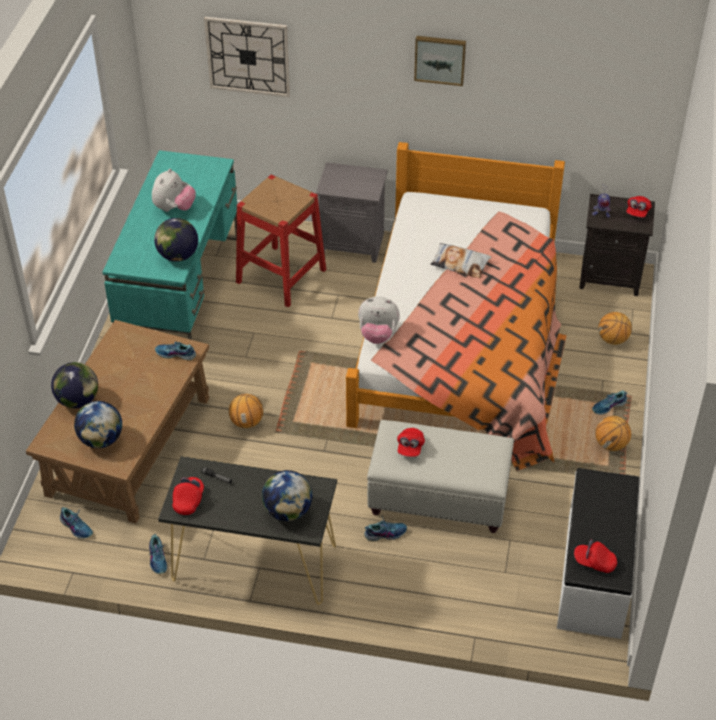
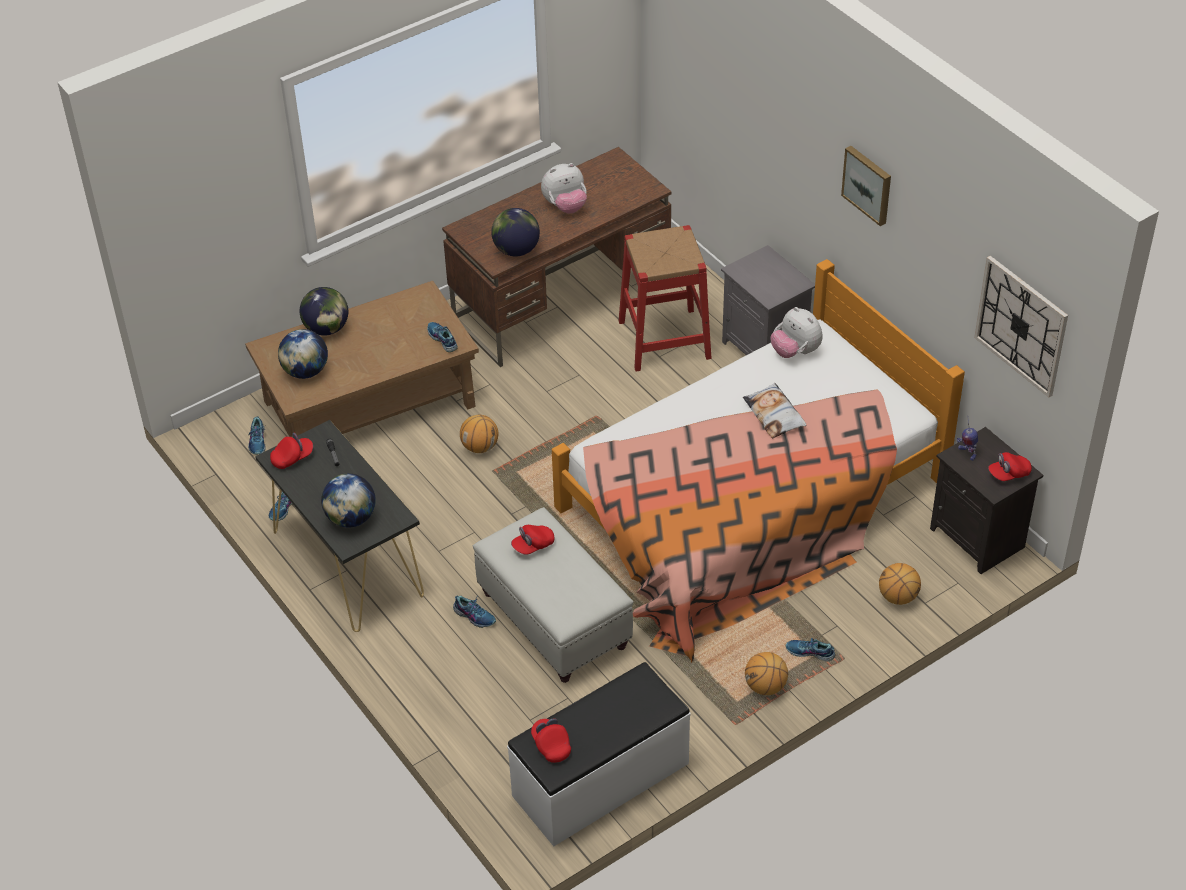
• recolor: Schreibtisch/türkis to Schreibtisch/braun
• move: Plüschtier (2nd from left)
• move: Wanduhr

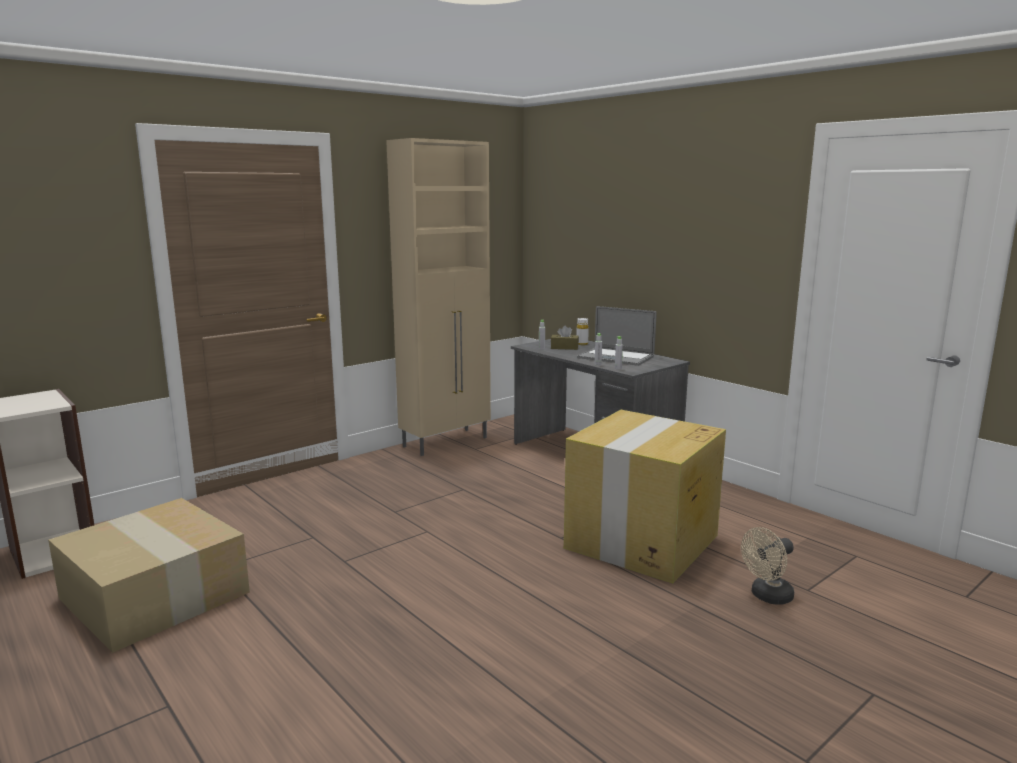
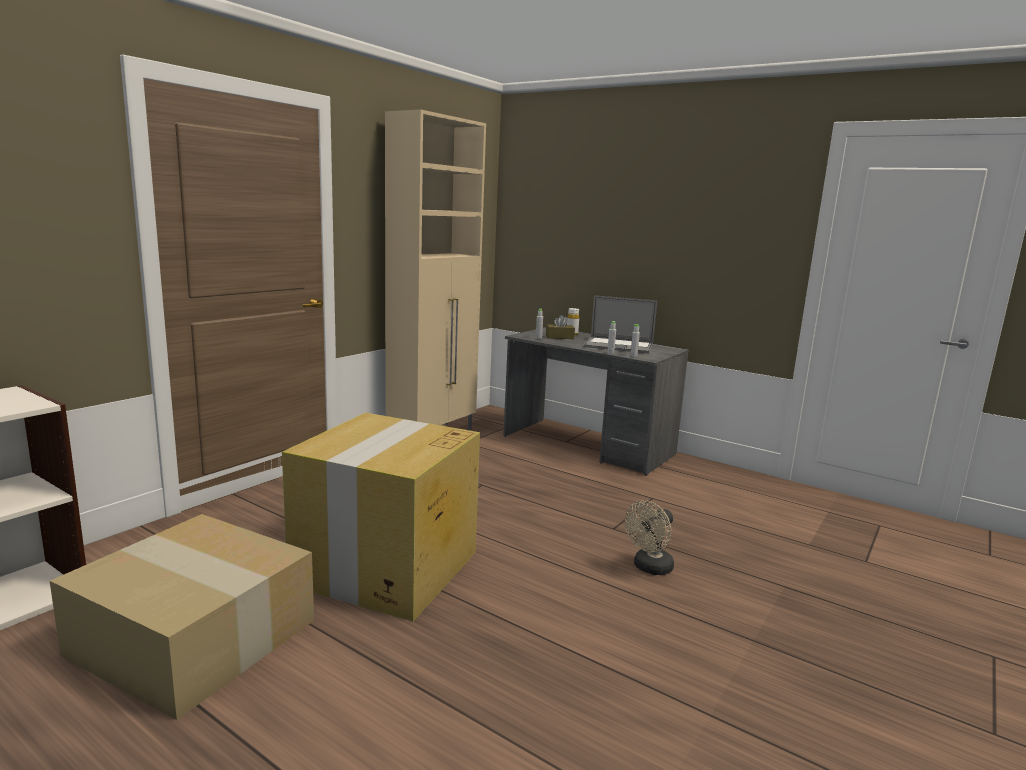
• move: Karton (2nd from left)
• move: Ventilator/beige

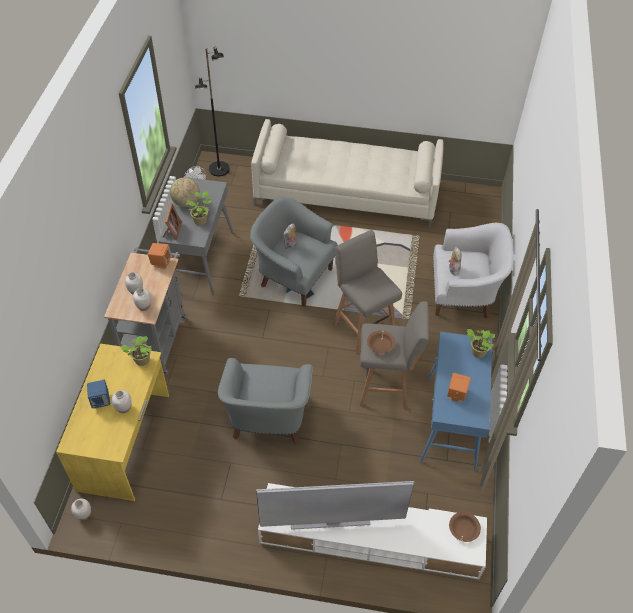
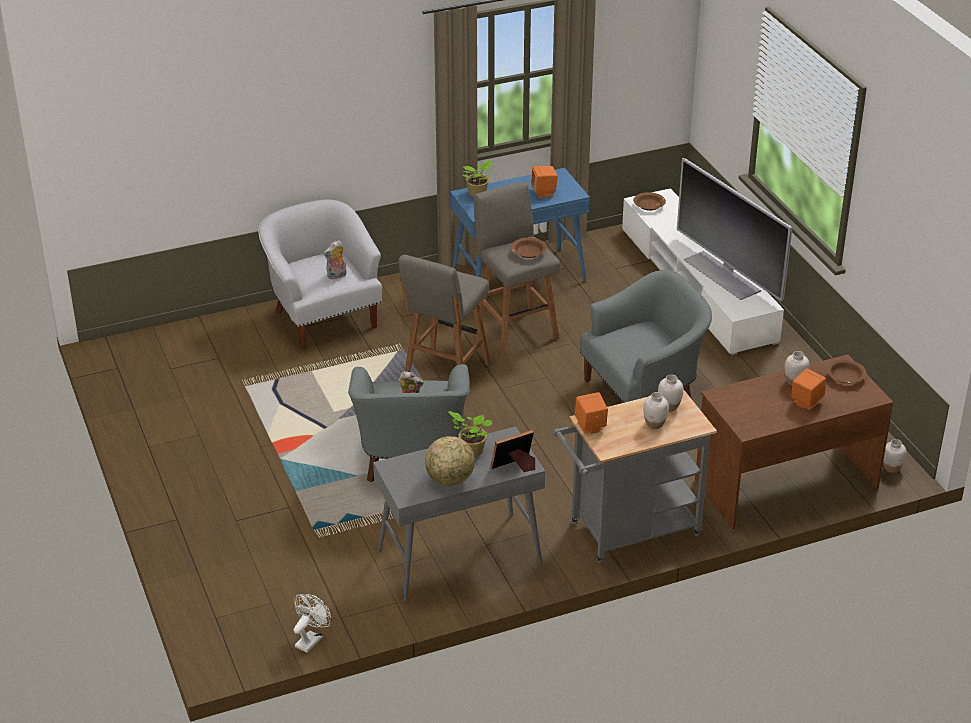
• recolor: Schreibtisch/gelb to Schreibtisch/braun
• recolor: Lautsprecher/blau to Lautsprecher/orange (3rd from left)
• insert: Schüssel/braun (3rd from left)
• delete: Topfpflanze (1st from left)
• delete: Stehlampe/schwarz
• delete: Sofa/beige

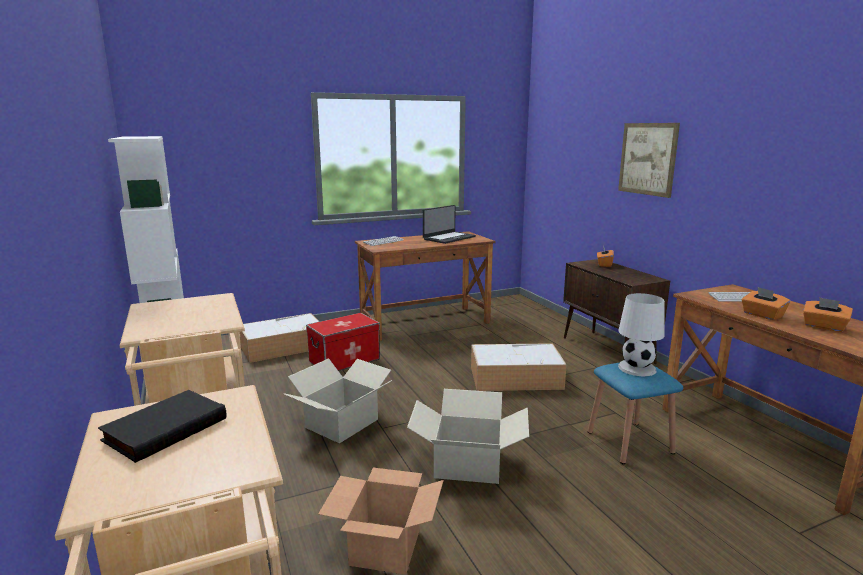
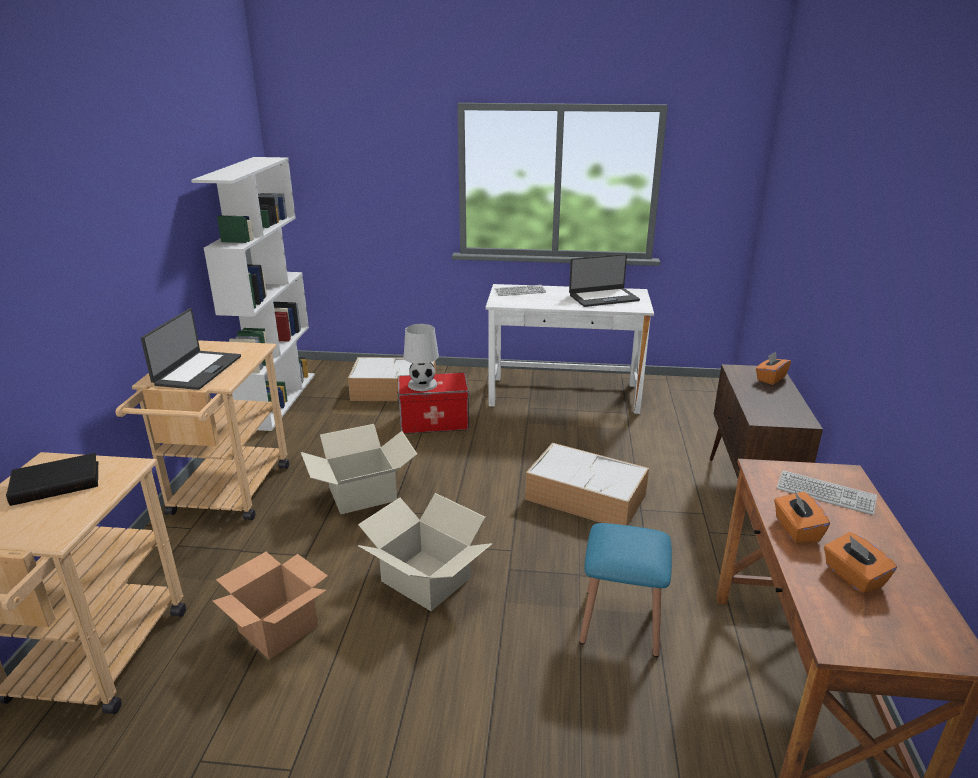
• insert: Laptop (1st from left)
• move: Tischlampe/weiß
• recolor: Schreibtisch/braun (1st from left) to Schreibtisch/weiß
• delete: Bild

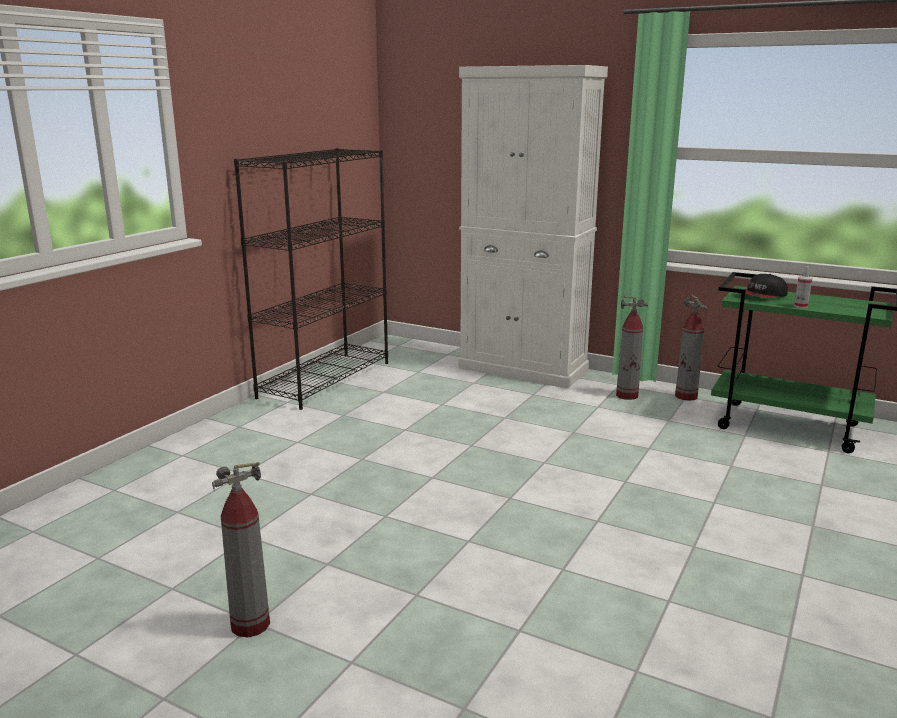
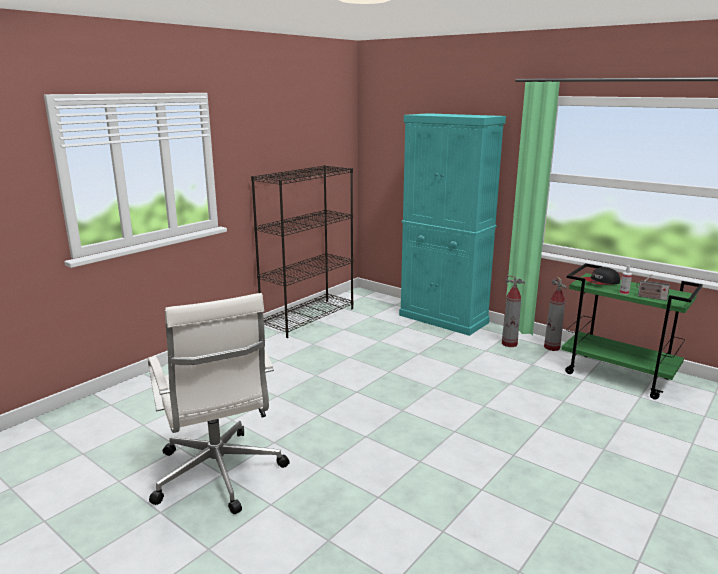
• replace: Feuerlöscher (1st from left) to Bürostuhl/weiß
• recolor: Schrank/weiß to Schrank/türkis
• insert: Radio

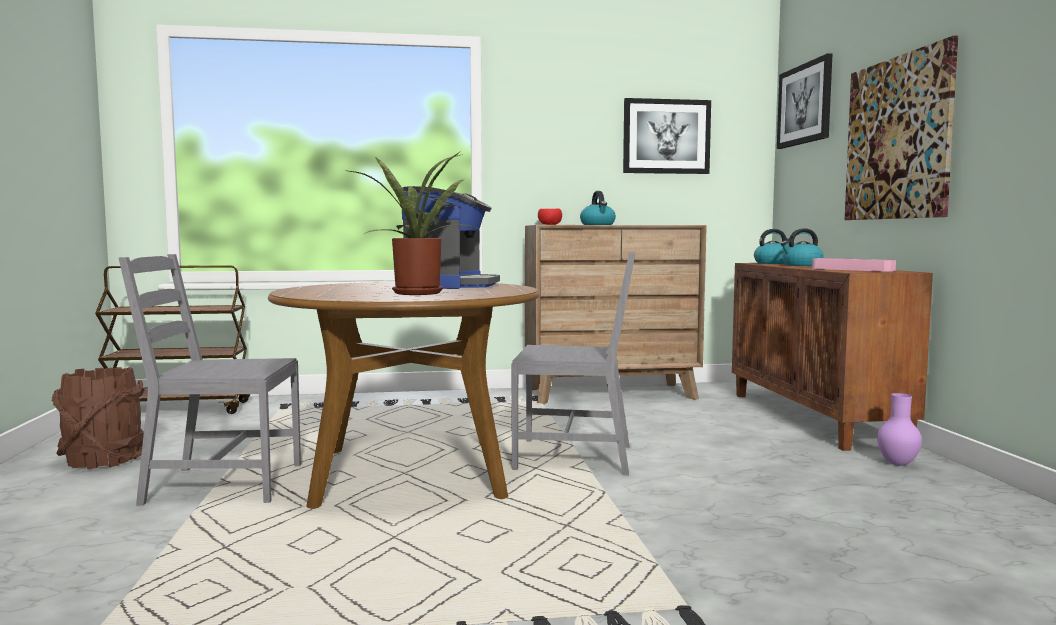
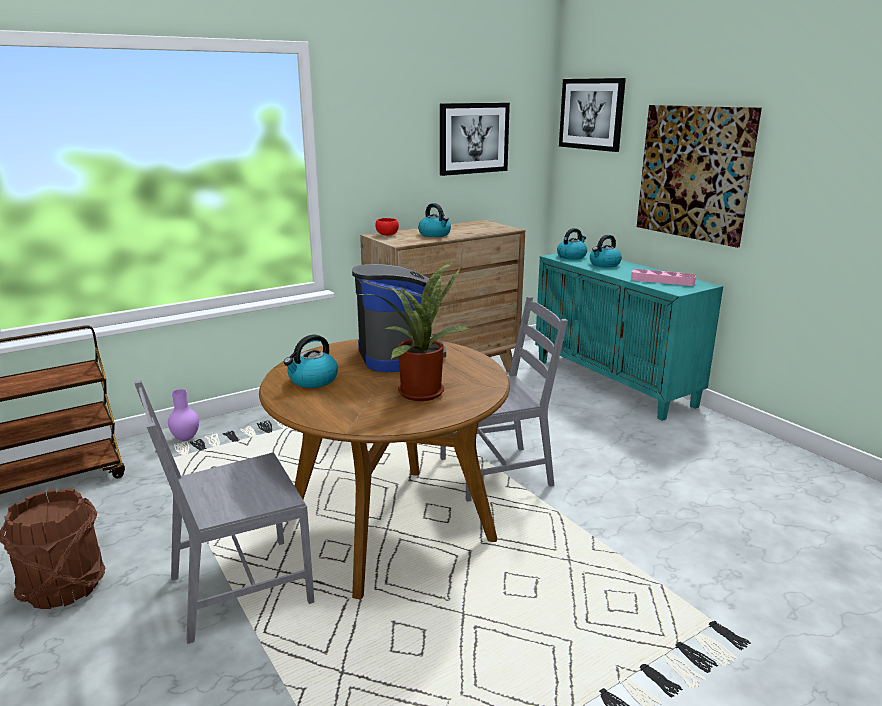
• move: Vase/lila
• insert: Wasserkessel (1st from left)
• recolor: Schrank/braun to Schrank/türkis

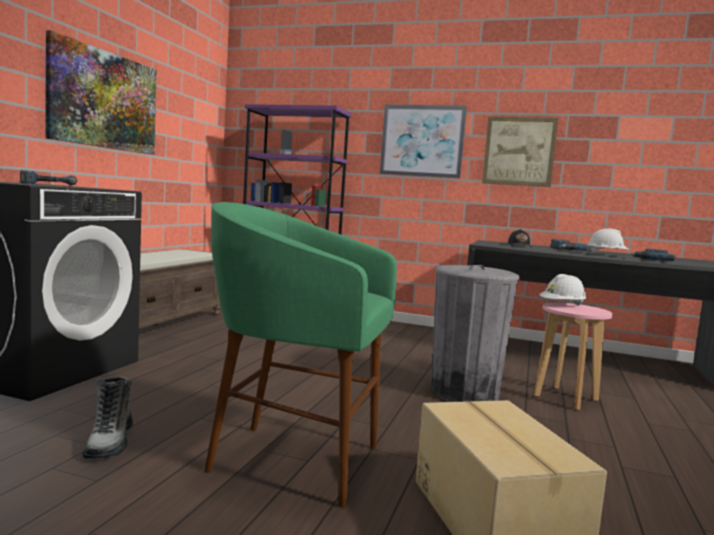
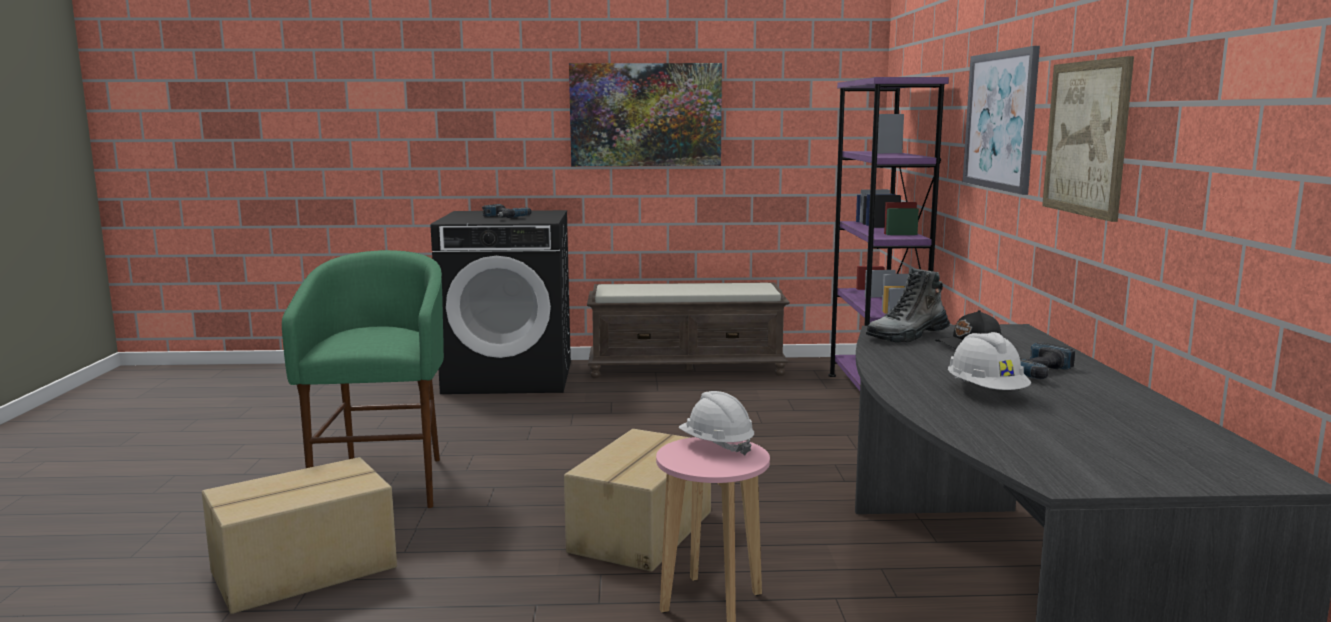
• replace: Mülleimer/grau to Karton (2nd from left)
• move: Stiefel
• delete: Bohrmaschine (3rd from left)

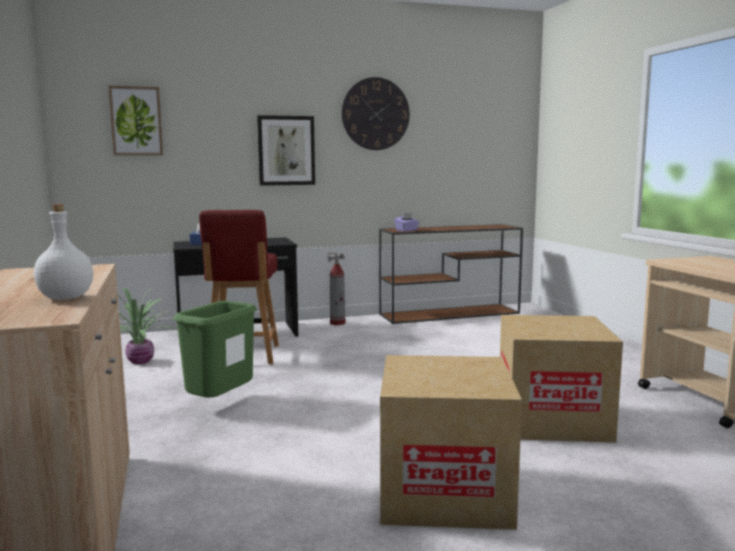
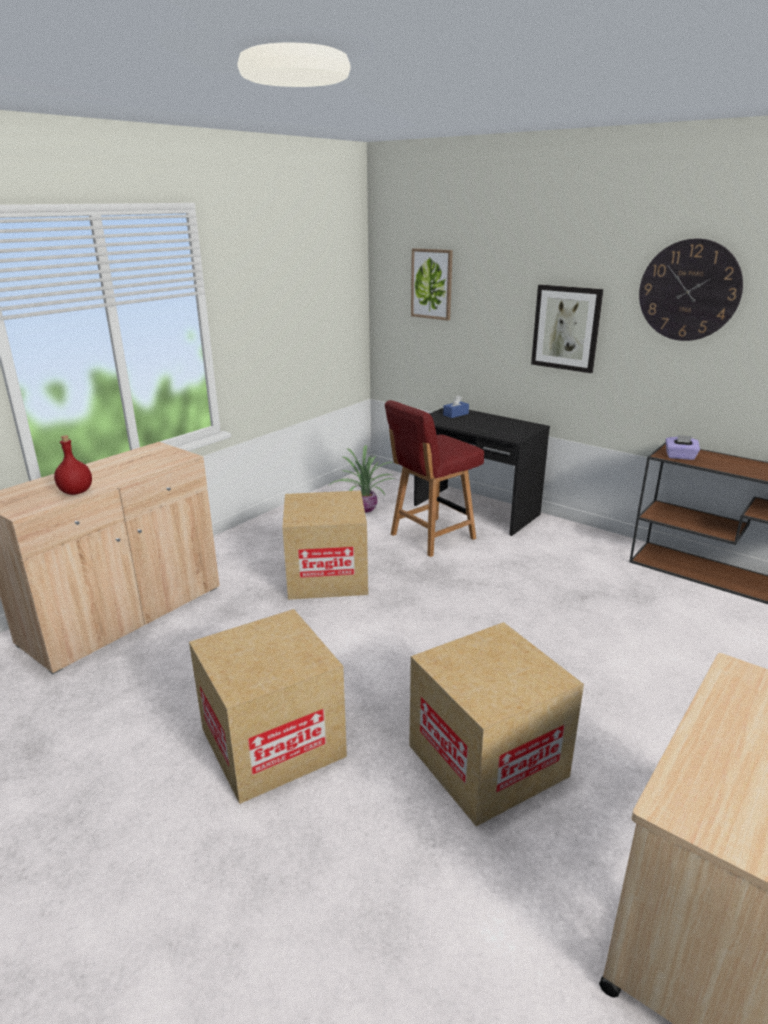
• recolor: Flasche/weiß to Flasche/rot
• replace: Mülleimer/grün to Karton (2nd from left)
• delete: Feuerlöscher

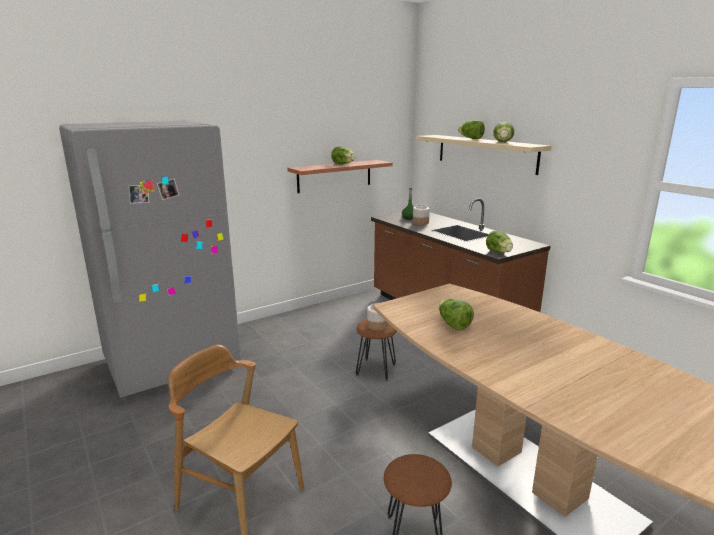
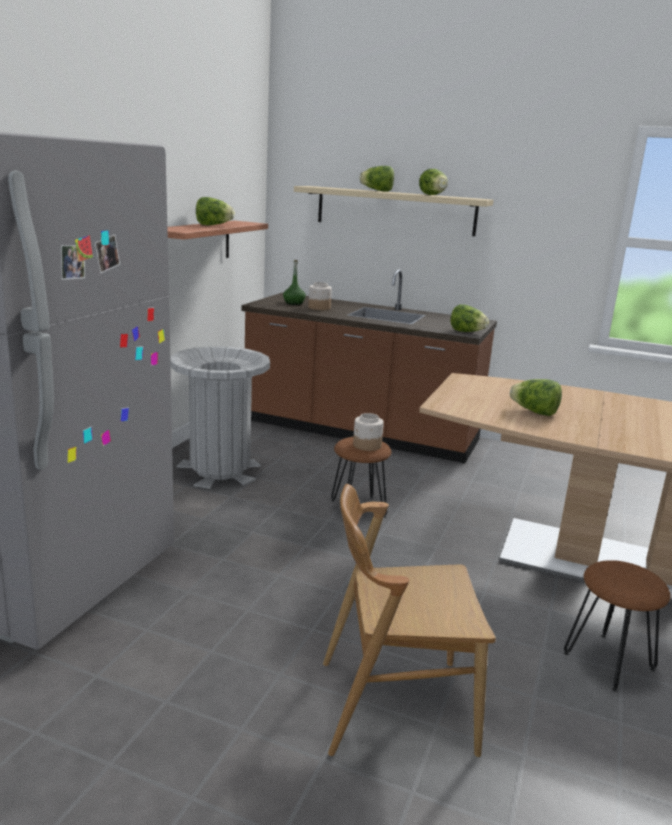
• insert: Mülleimer/grau

